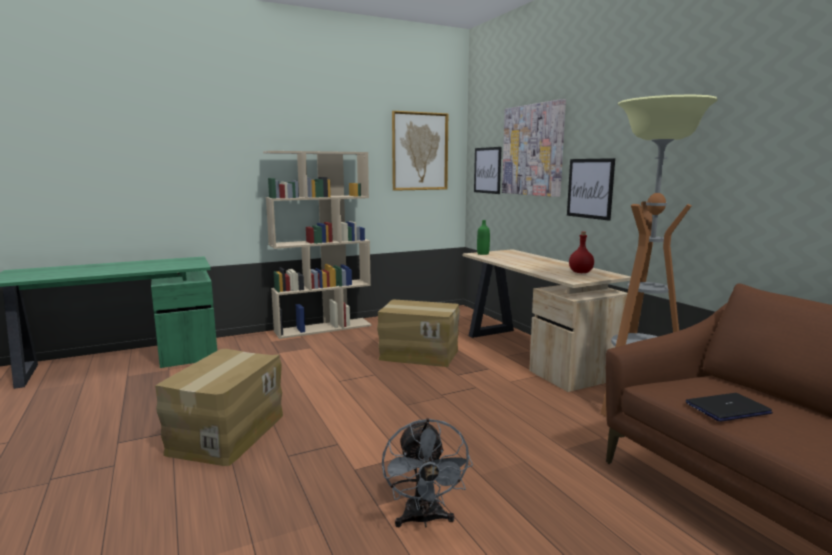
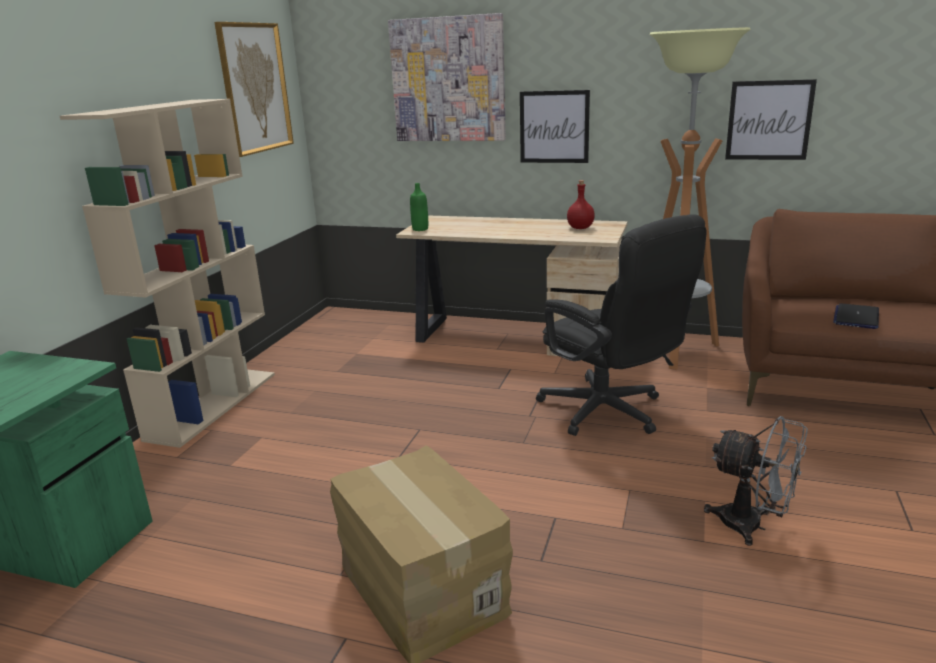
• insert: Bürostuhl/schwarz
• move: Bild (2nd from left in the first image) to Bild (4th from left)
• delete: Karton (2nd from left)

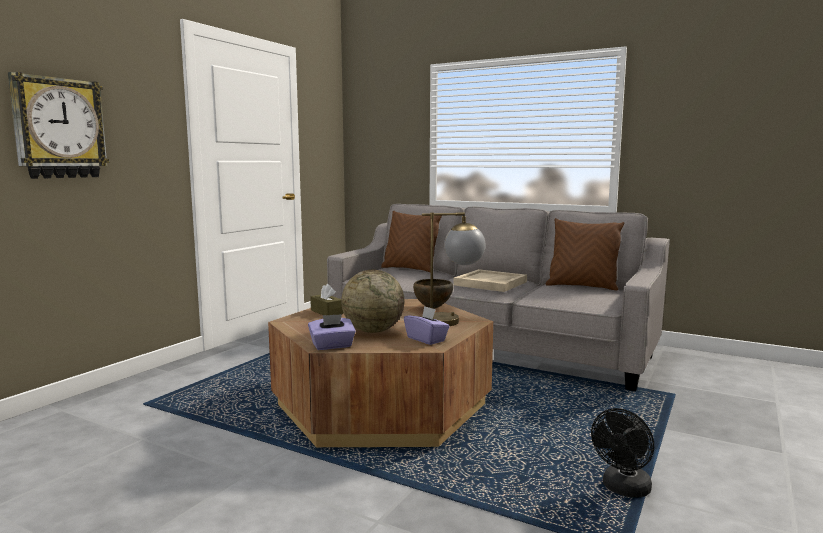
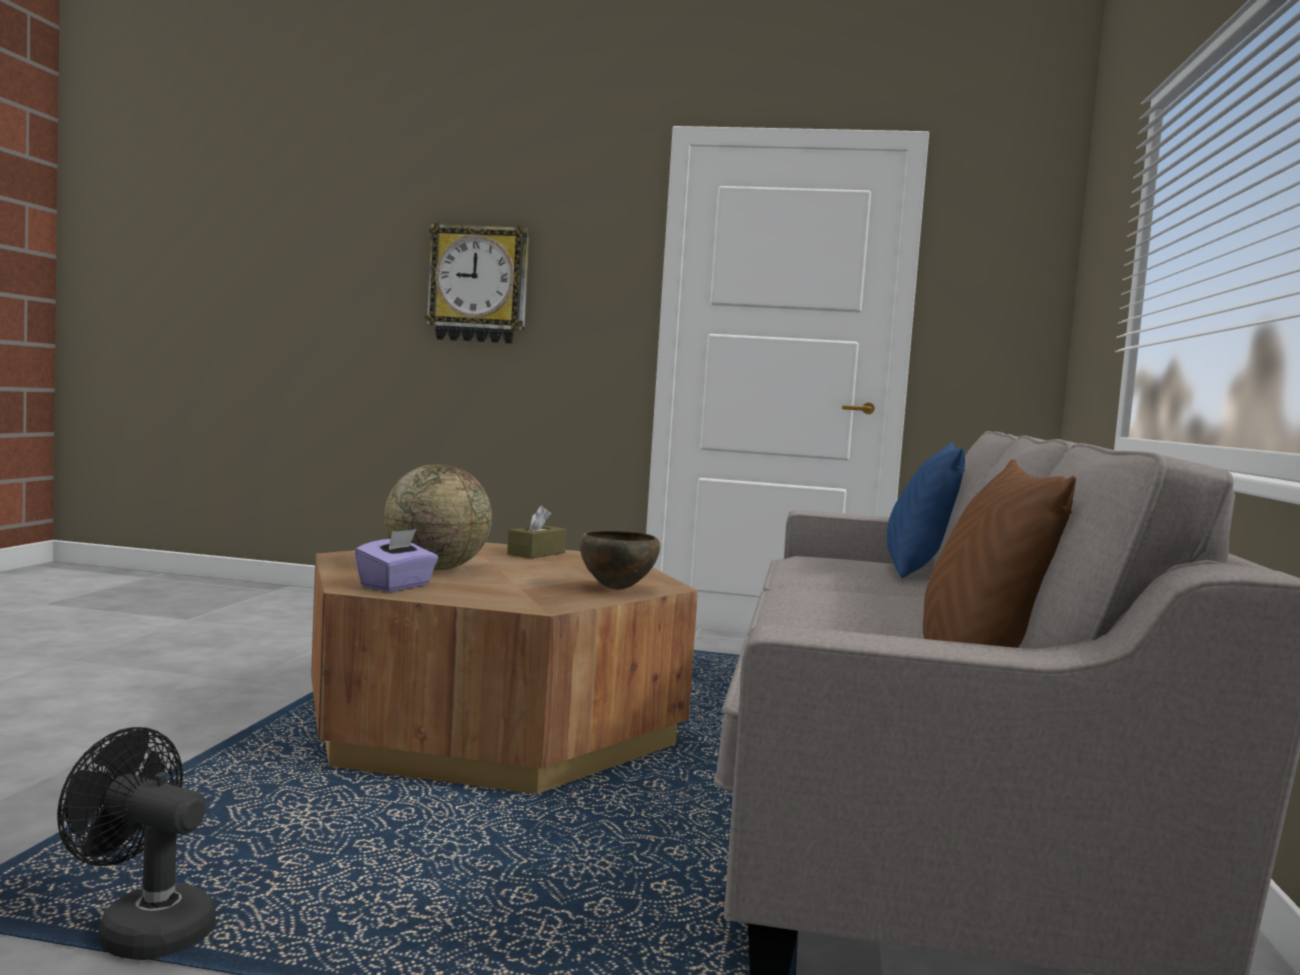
• recolor: Kissen/braun (1st from left) to Kissen/blau
• delete: Taschentuchbox/lila (1st from left)
• delete: Tischlampe
• delete: Tablett/beige

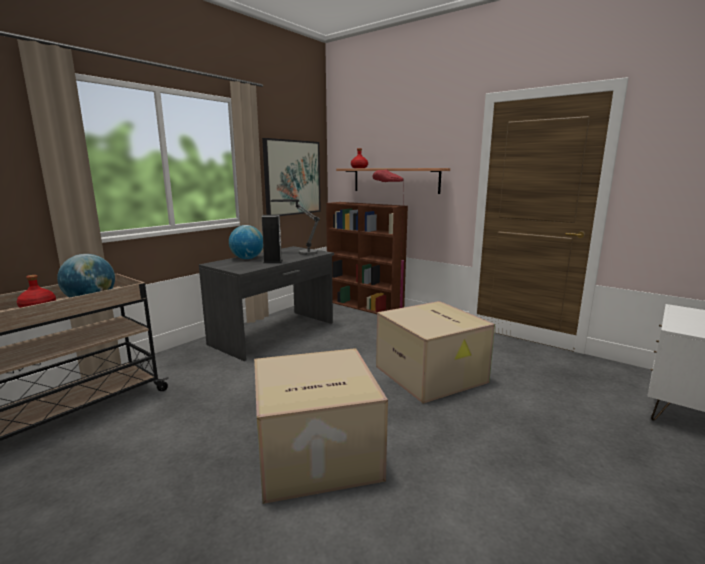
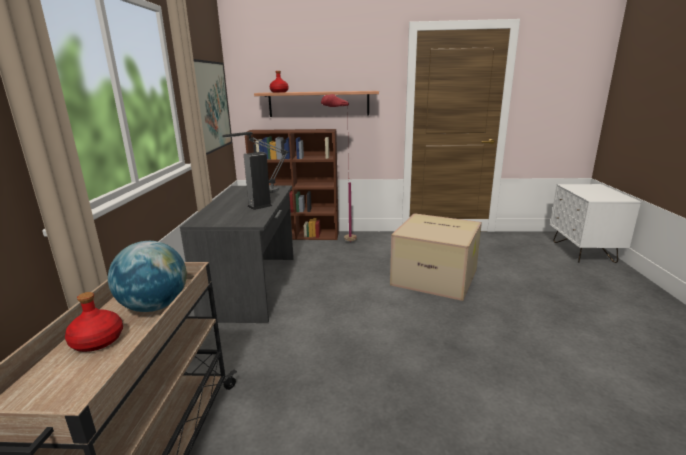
• delete: Globus (2nd from left)
• delete: Karton (1st from left)

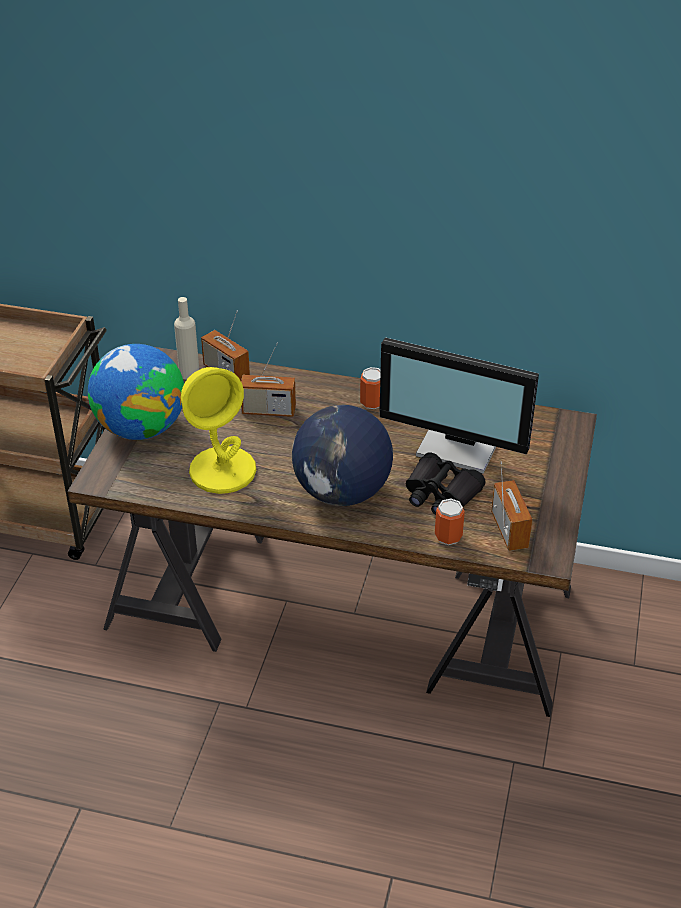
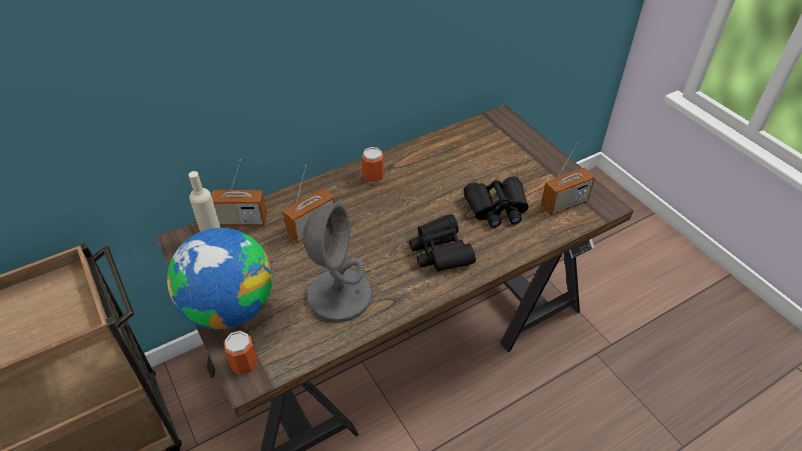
• move: Dose (2nd from left in the first image) to Dose (1st from left)
• recolor: Tischlampe/gelb to Tischlampe/grau
• replace: Globus (2nd from left) to Fernglas/schwarz (1st from left)
• rotate: Radio (3rd from left) 120 degrees clockwise
• delete: Monitor

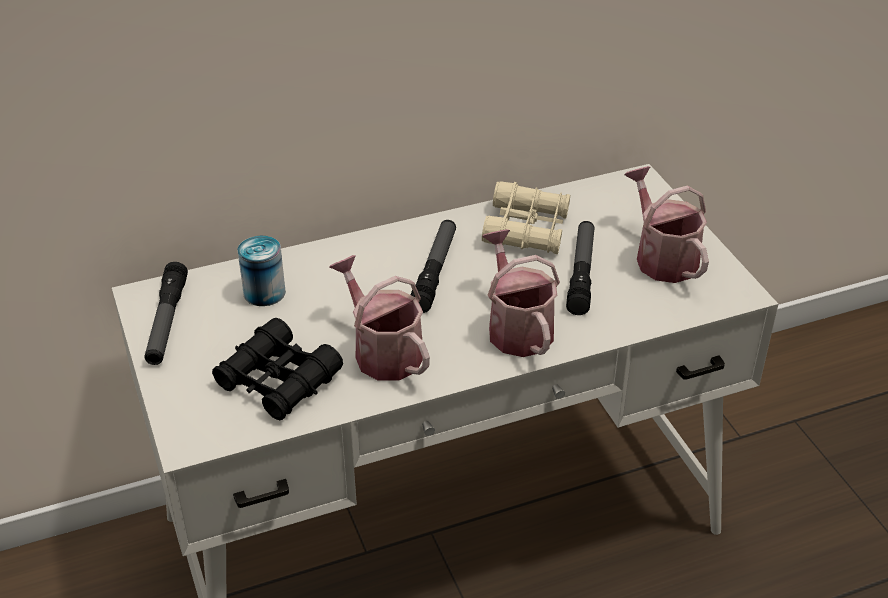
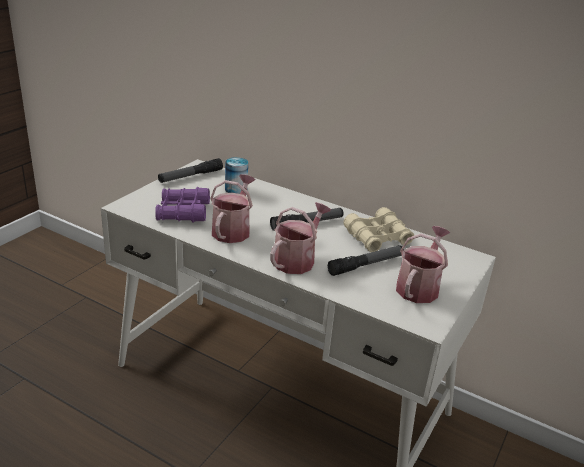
• recolor: Fernglas/schwarz to Fernglas/lila

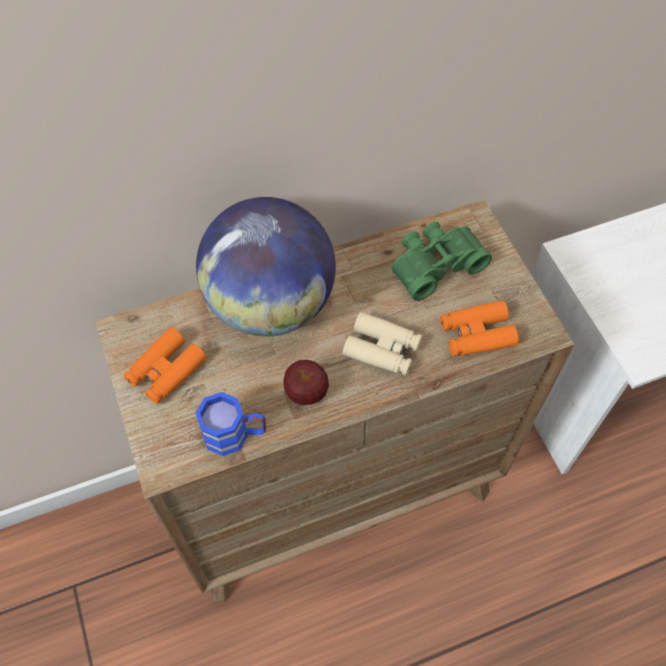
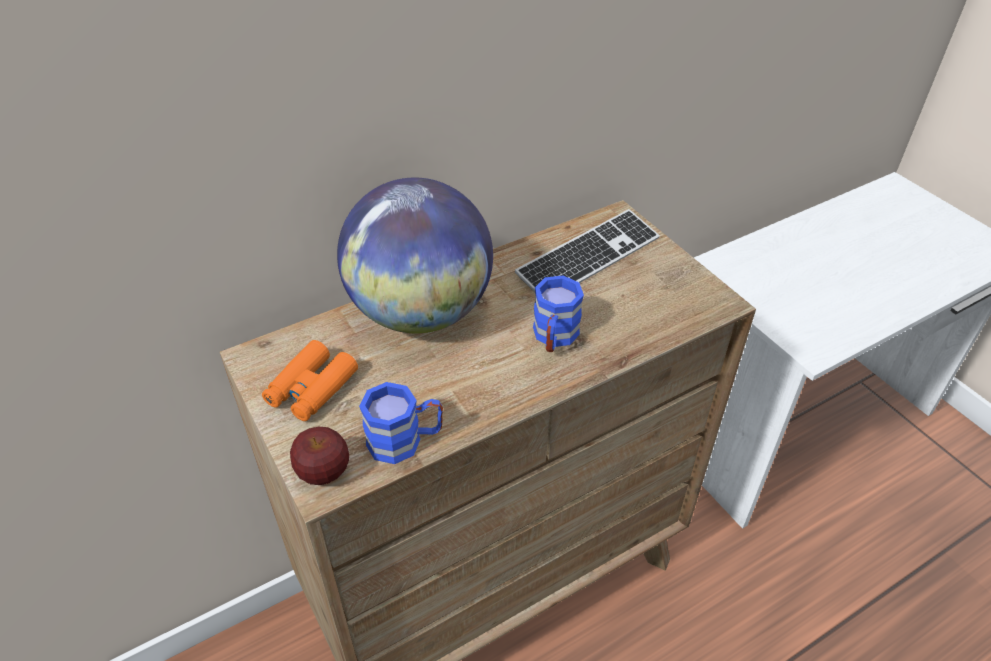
• move: Apfel
• replace: Fernglas/grün to Tastatur
• replace: Fernglas/beige to Henkelbecher/blau (2nd from left)
• delete: Fernglas/orange (2nd from left)

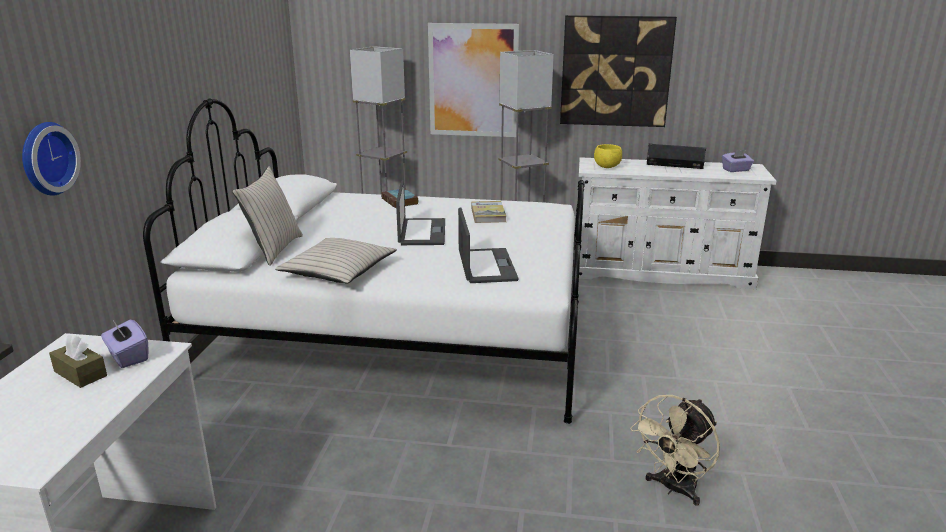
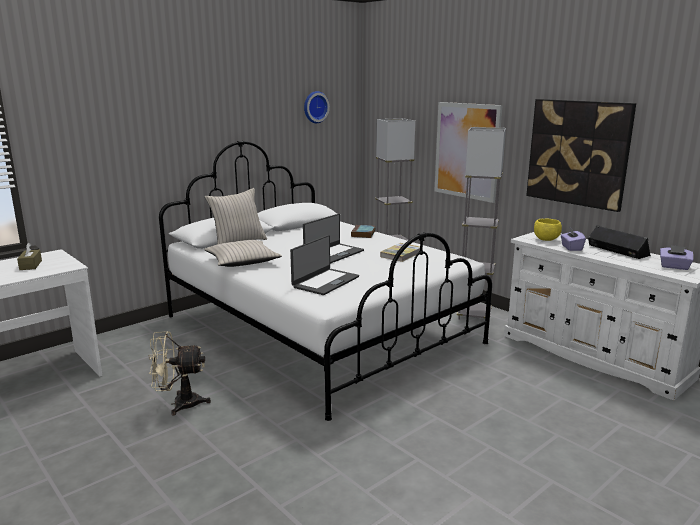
• move: Ventilator/beige
• move: Wanduhr
• move: Taschentuchbox/lila (1st from left)

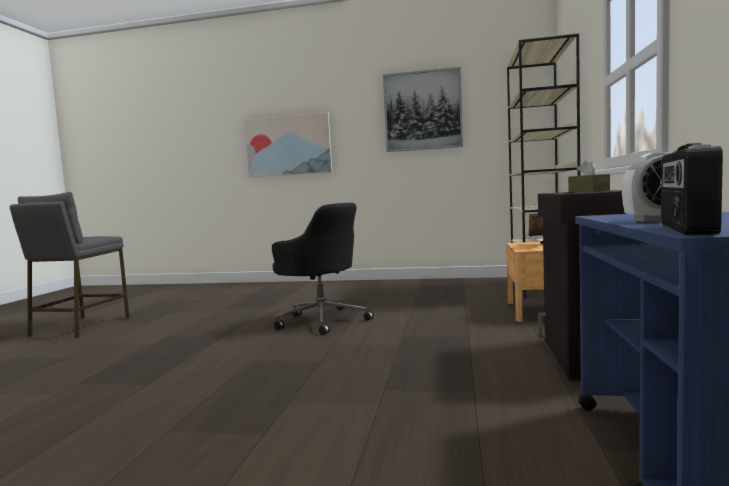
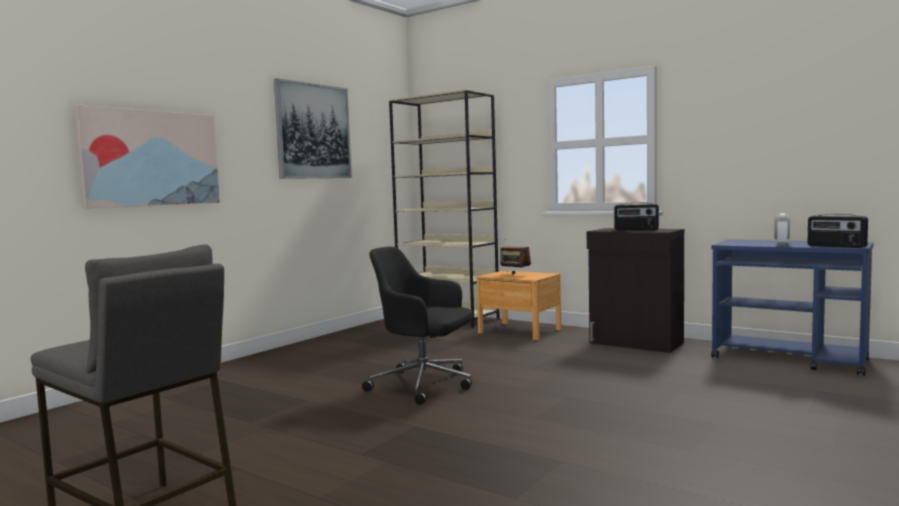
• rotate: Bürostuhl/schwarz 135 degrees counterclockwise
• replace: Taschentuchbox/braun to Radio (2nd from left)

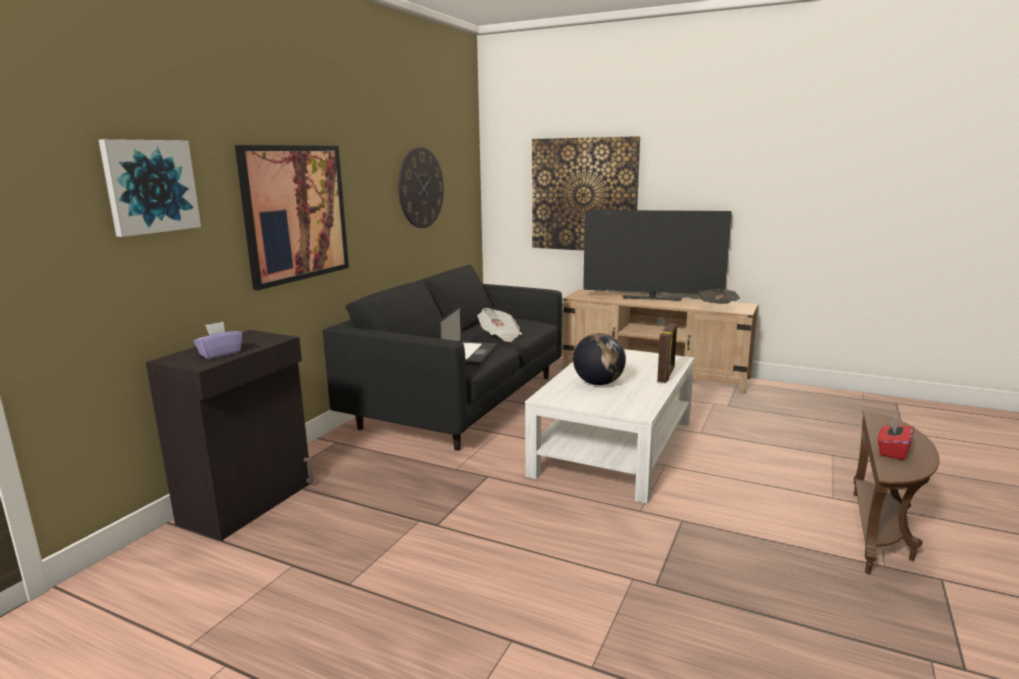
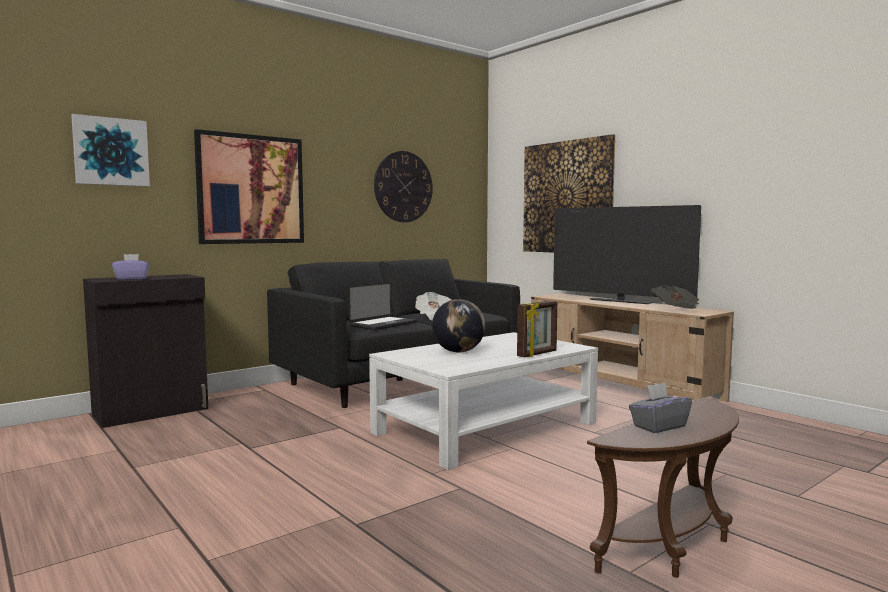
• recolor: Taschentuchbox/rot to Taschentuchbox/grau

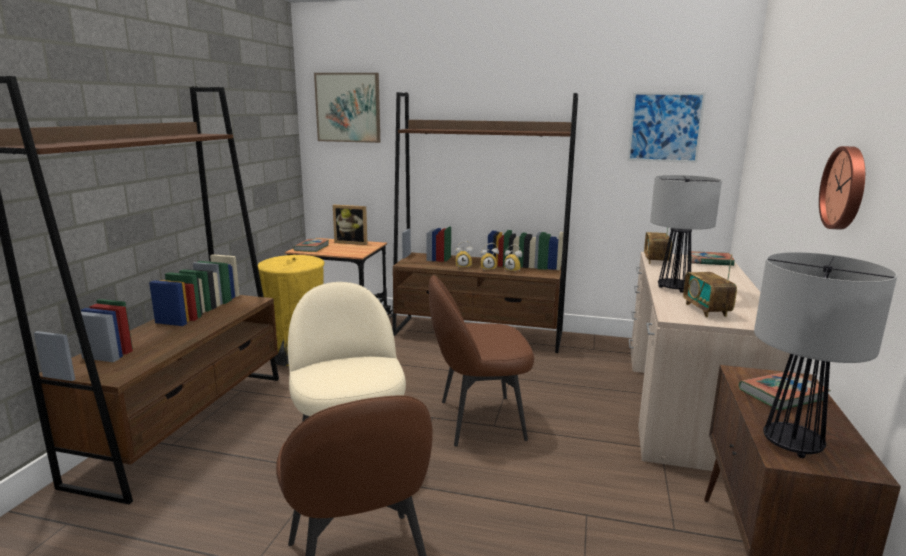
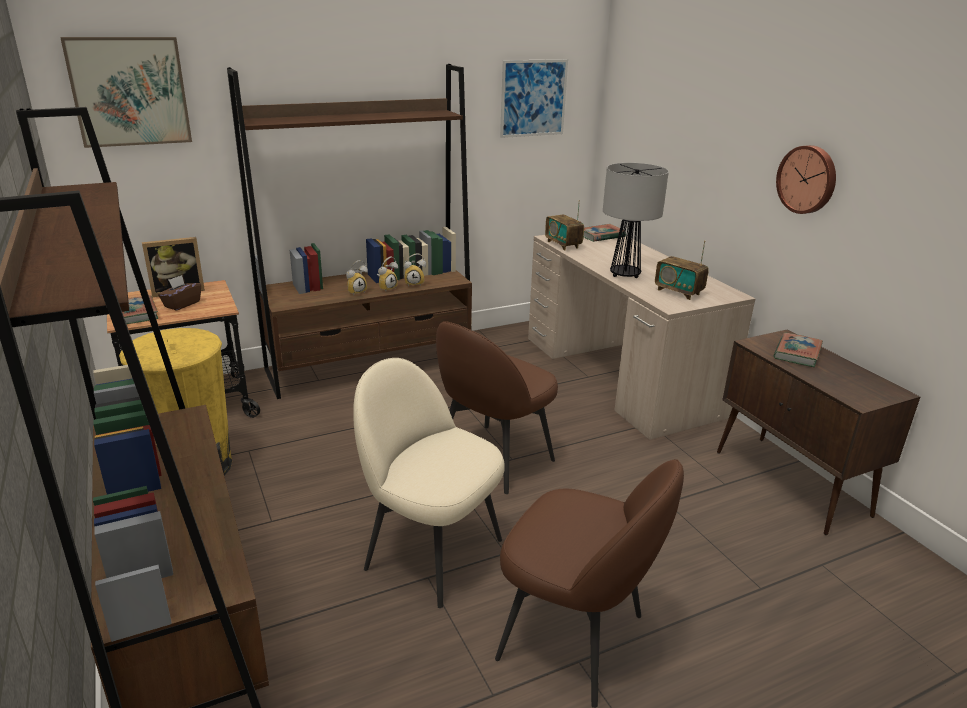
• insert: Taschentuchbox/braun
• delete: Tischlampe (2nd from left)

